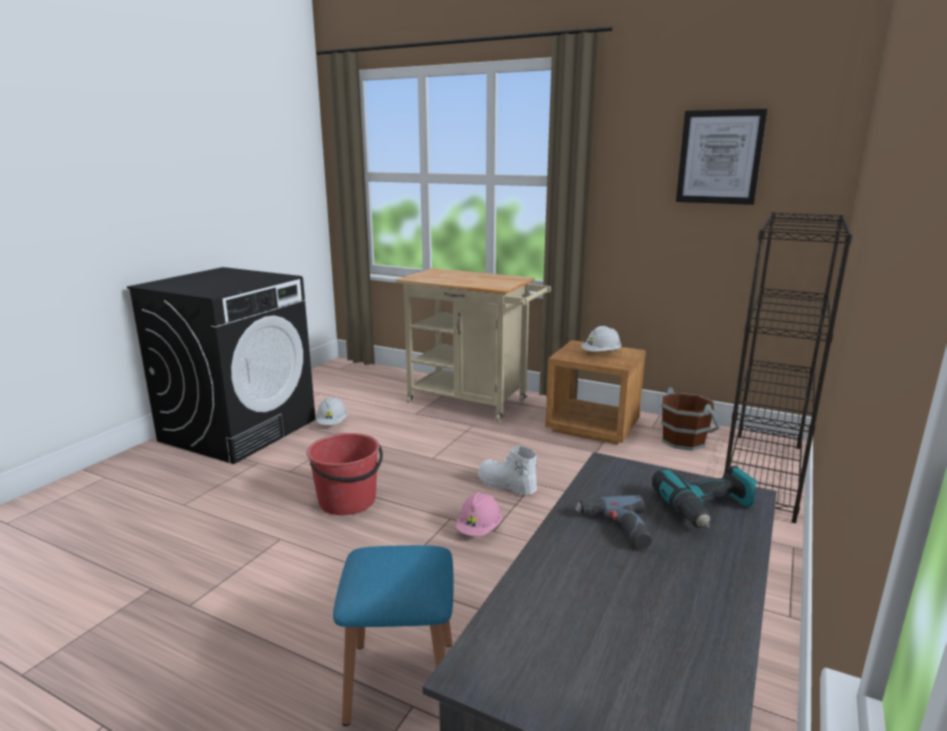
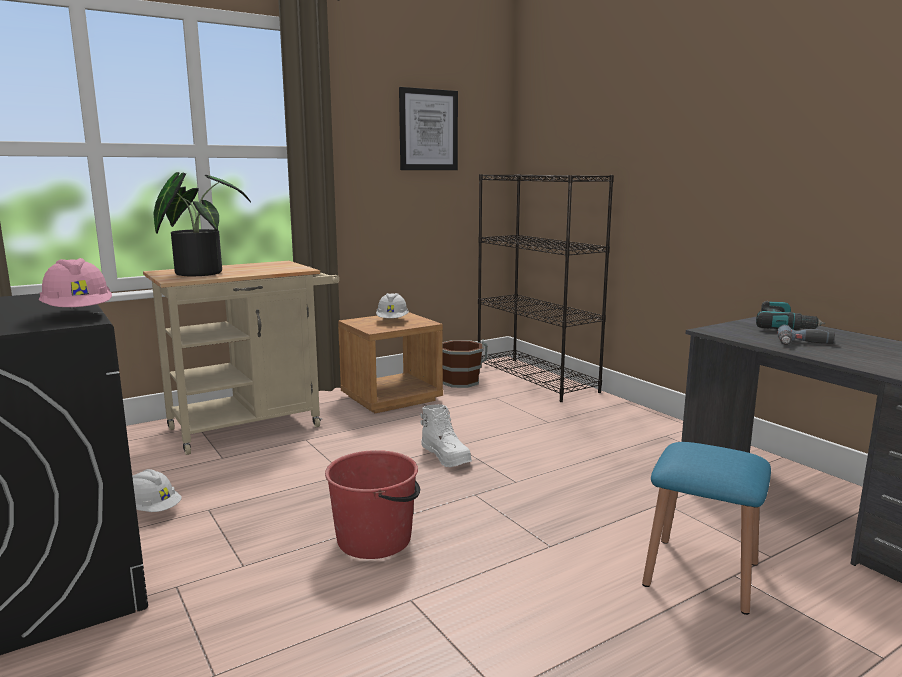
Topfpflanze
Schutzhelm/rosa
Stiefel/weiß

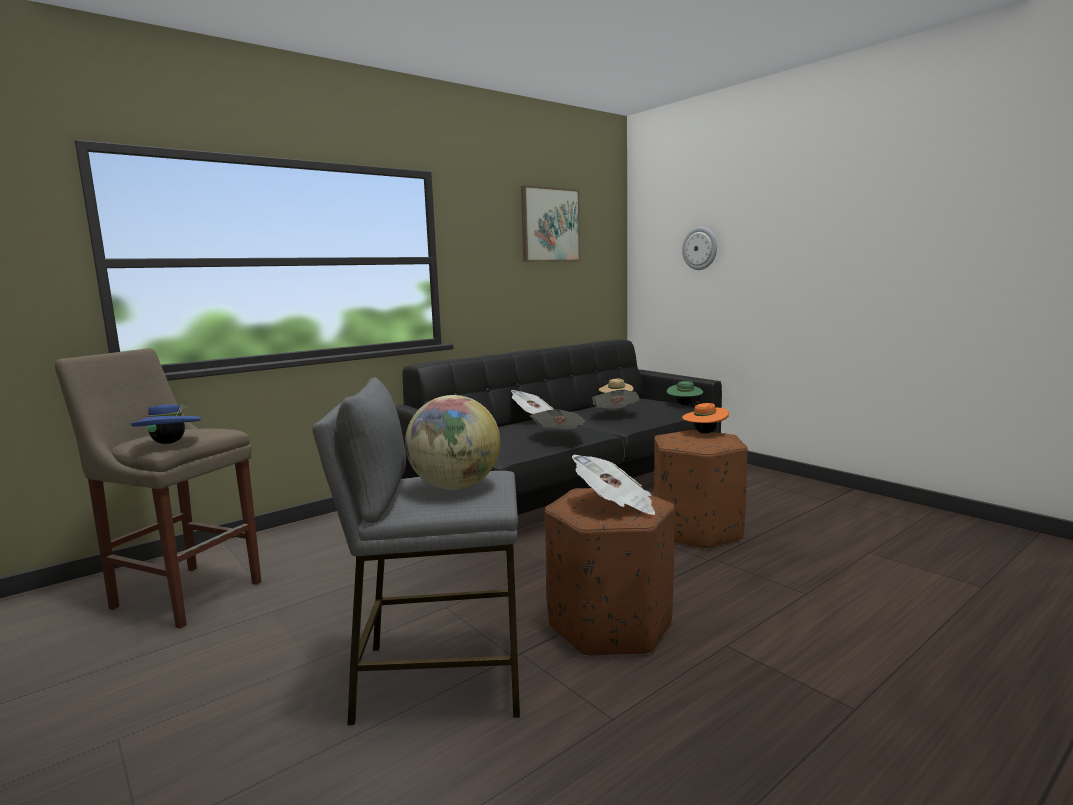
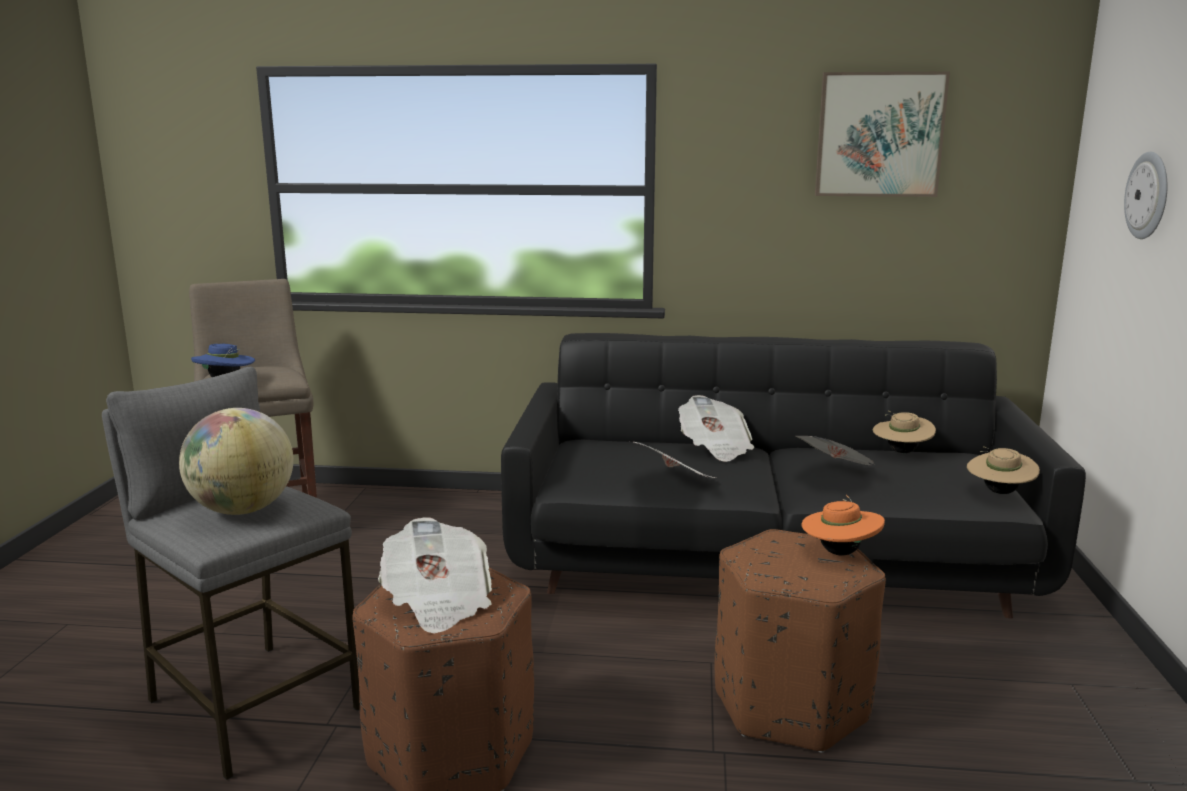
Hut/beige (2nd from left)

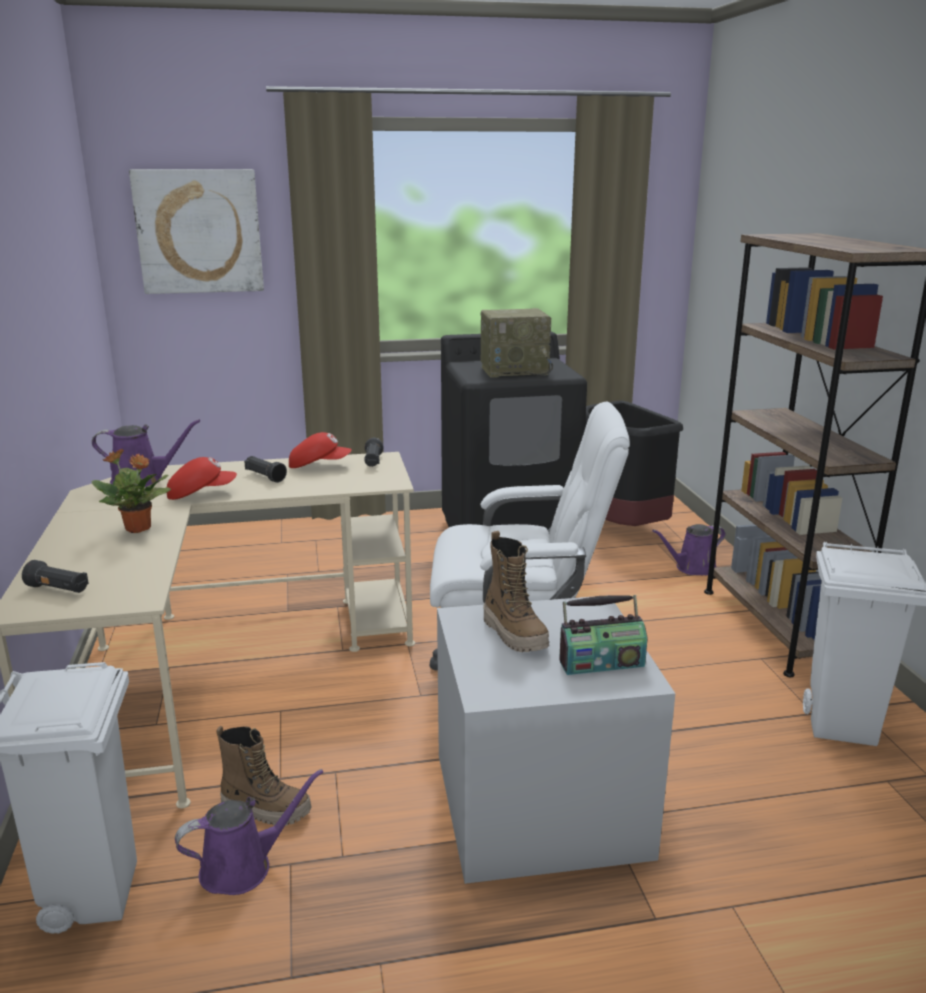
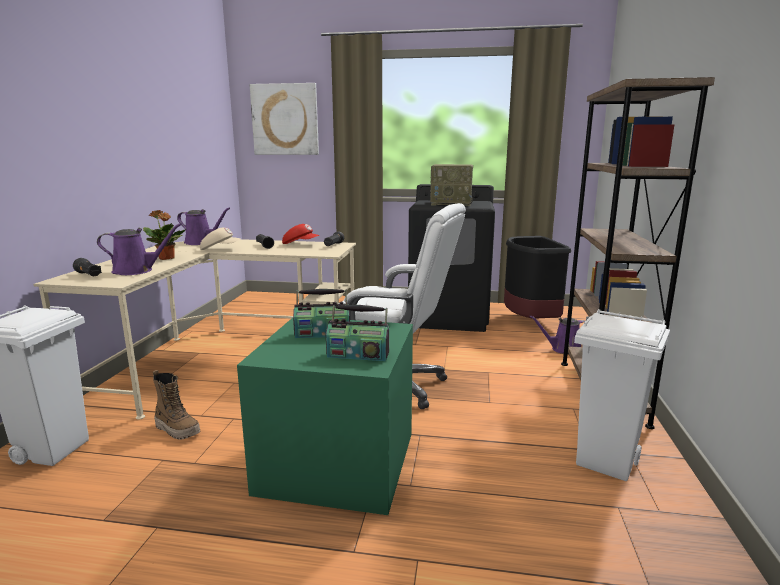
Gießkanne/lila (1st from left)
Radio (1st from left)
Kappe/beige
Aufbewahrungsbox/grün

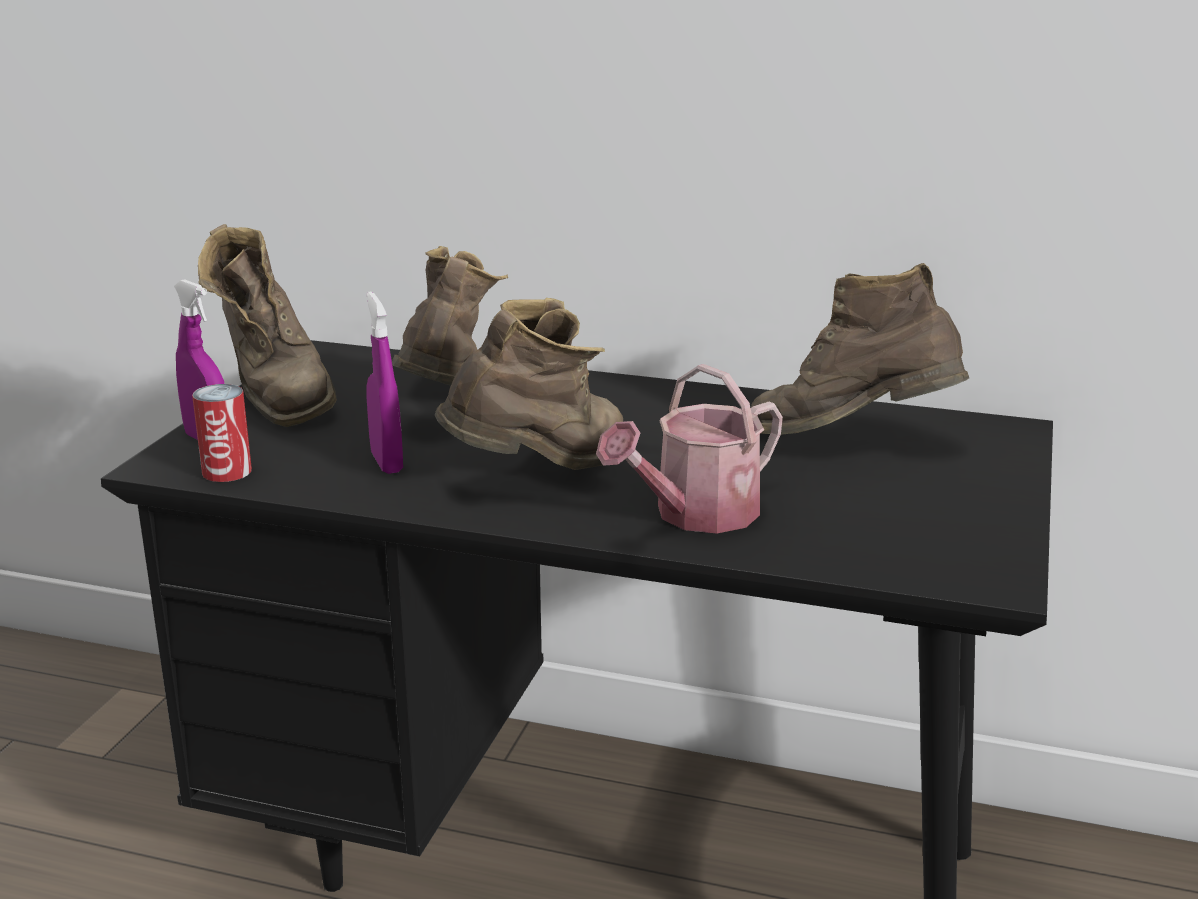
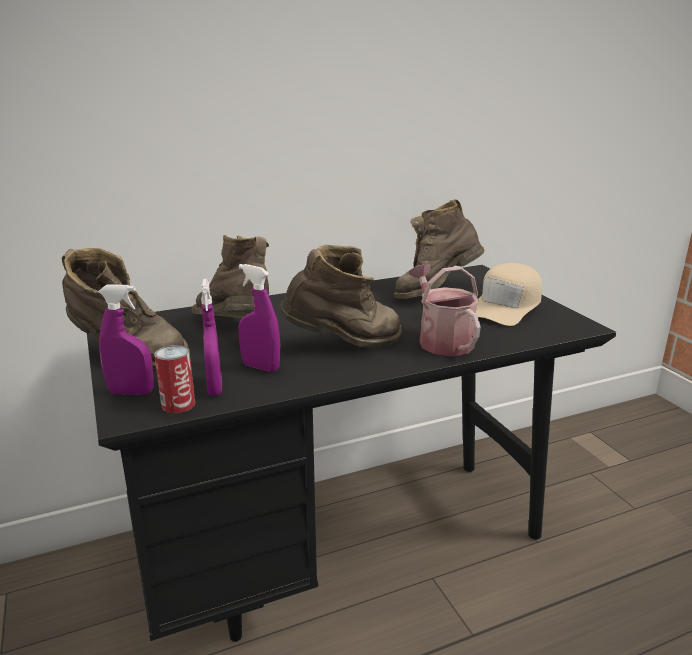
Sprühflasche/lila (2nd from left)
Kappe/beige
Stiefel/braun (3rd from left)
Gießkanne

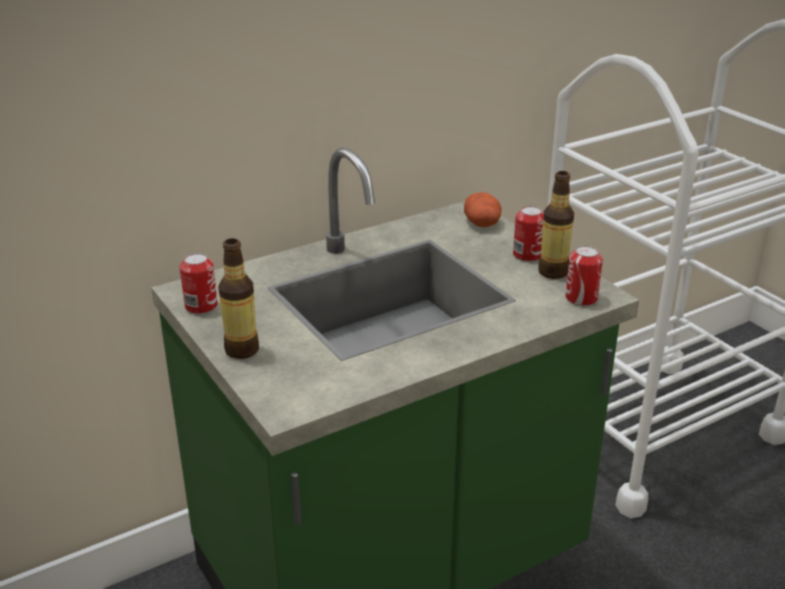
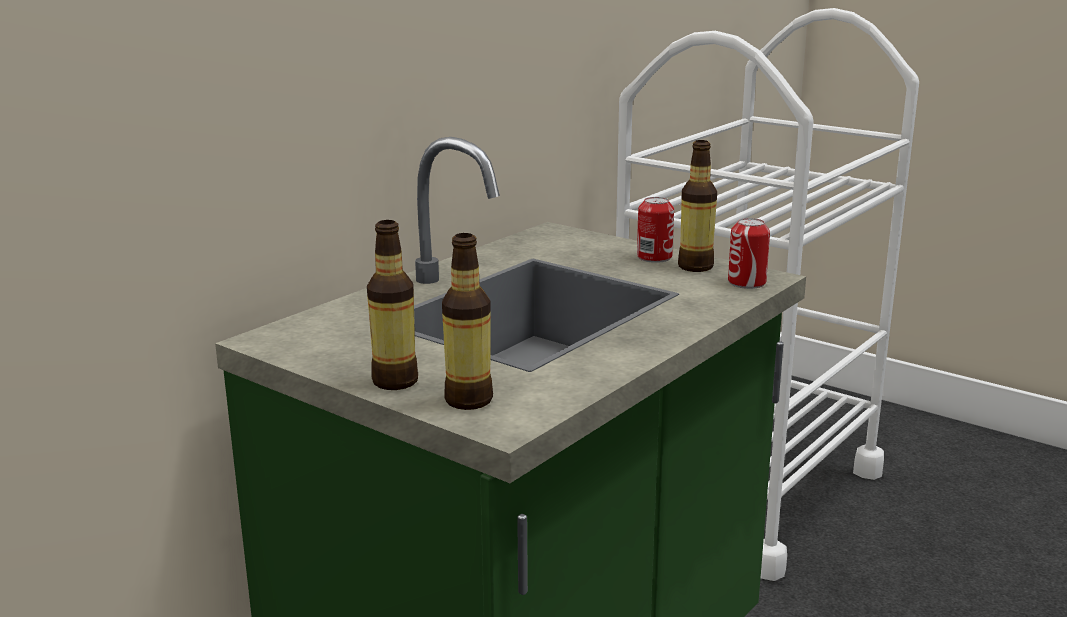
Dose (1st from left in the first image)
Kartoffel
Flasche (2nd from left)

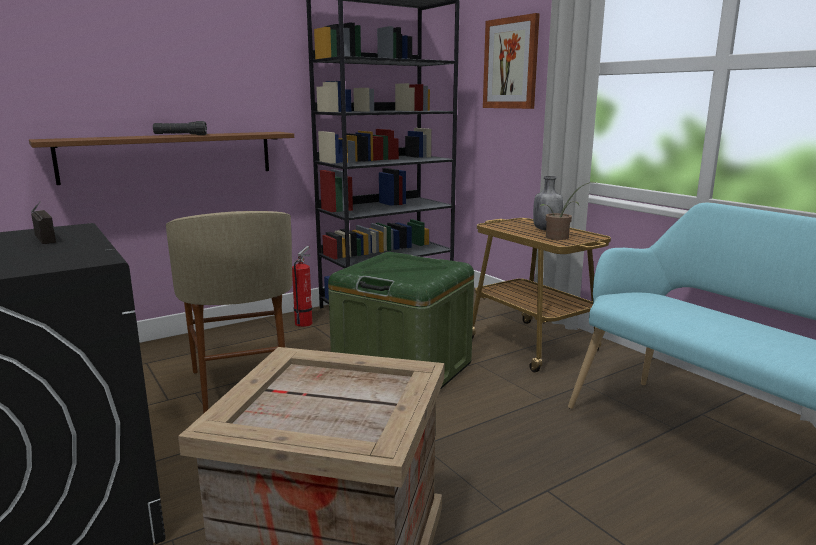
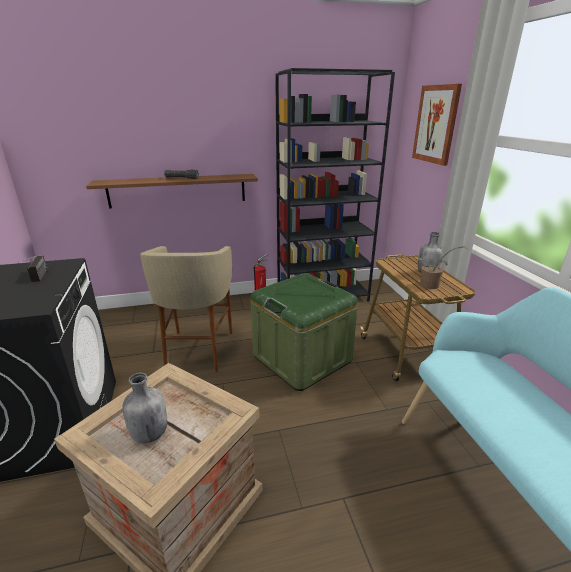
Flasche/grau (1st from left)

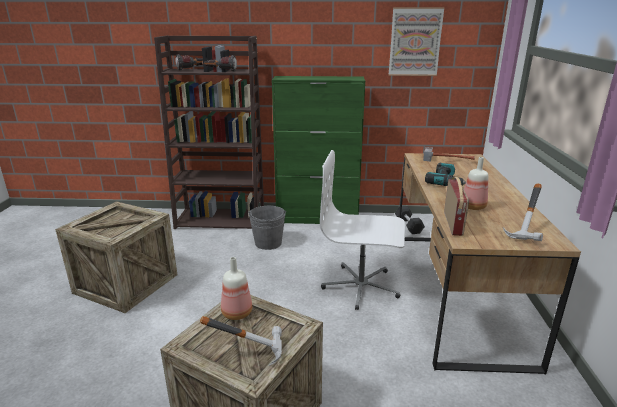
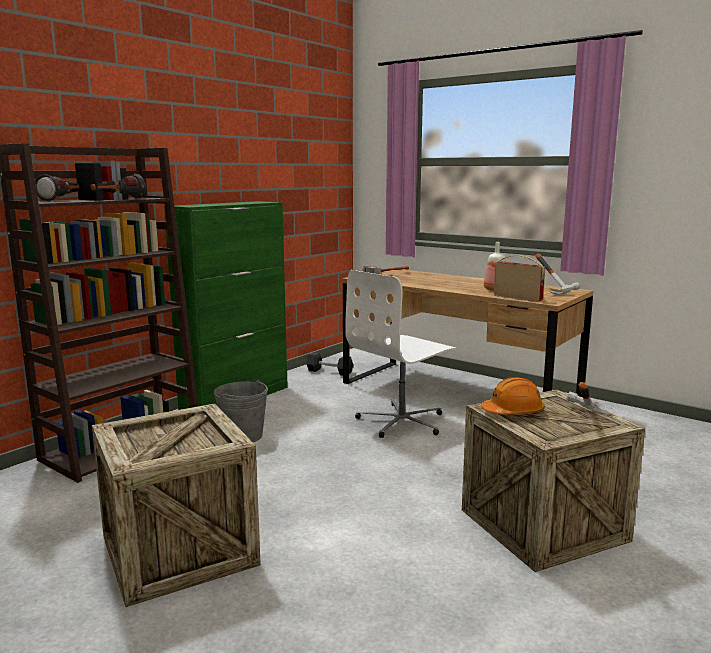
Bild
Bohrmaschine
Schutzhelm/orange

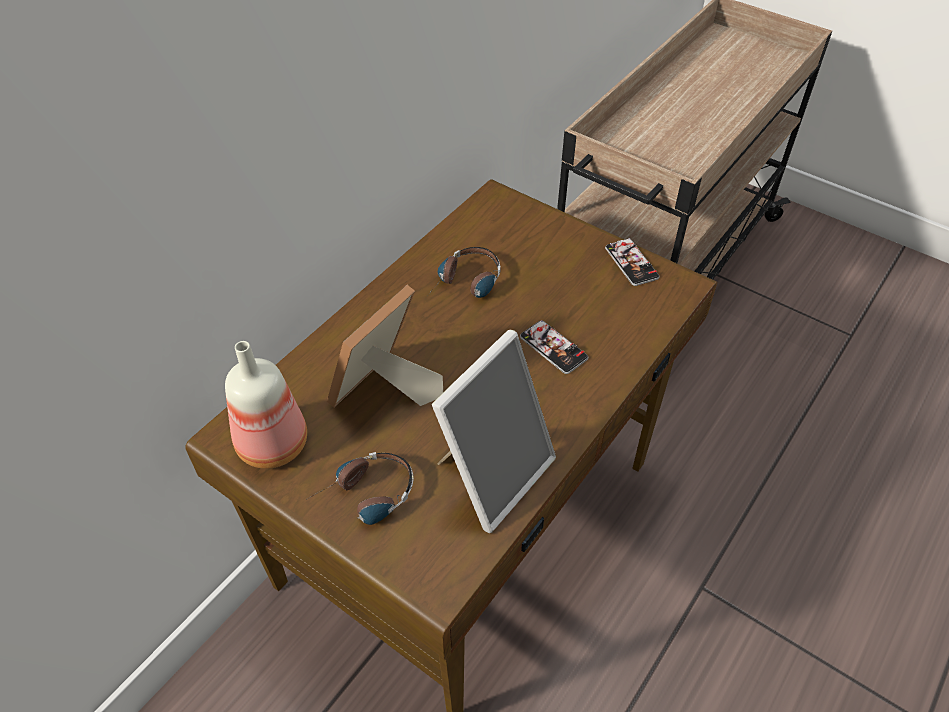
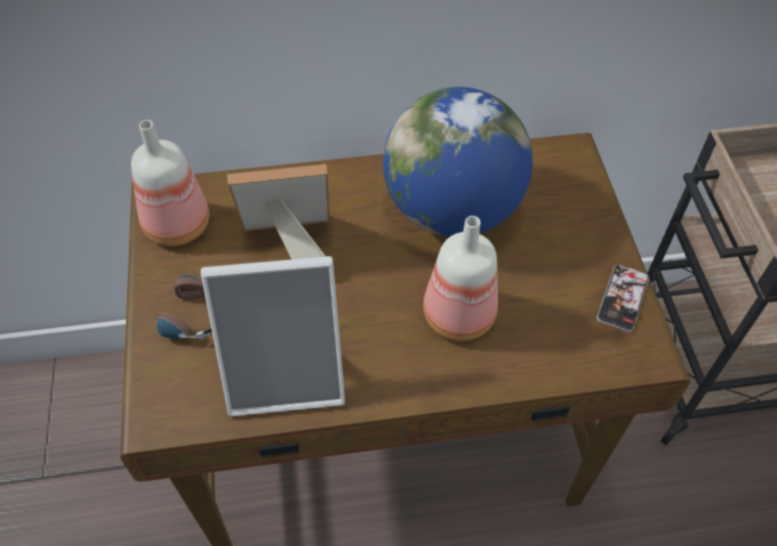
Globus
Flasche (2nd from left)

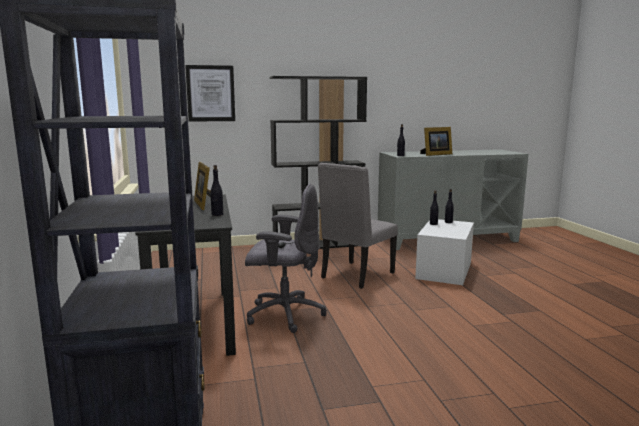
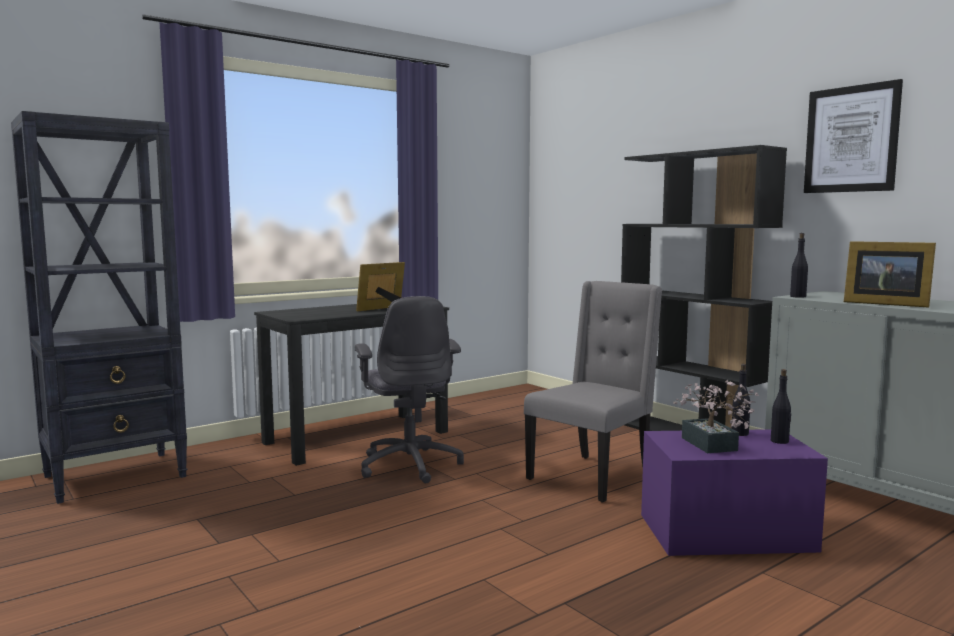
Flasche/schwarz (1st from left in the first image)
Topfpflanze
Bild
Aufbewahrungsbox/lila
Stuhl/grau

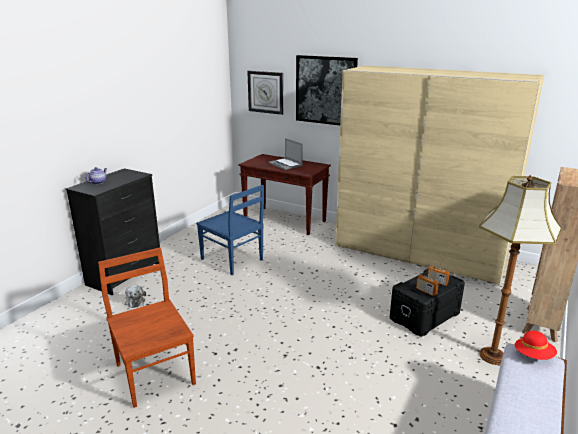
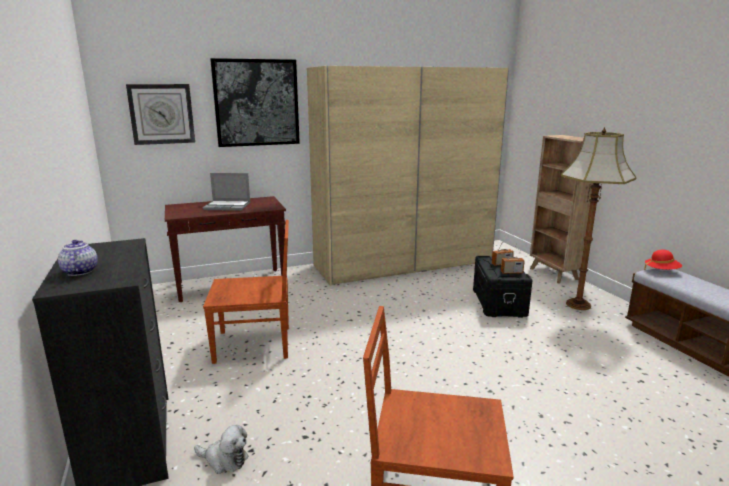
Stuhl/braun (1st from left)

